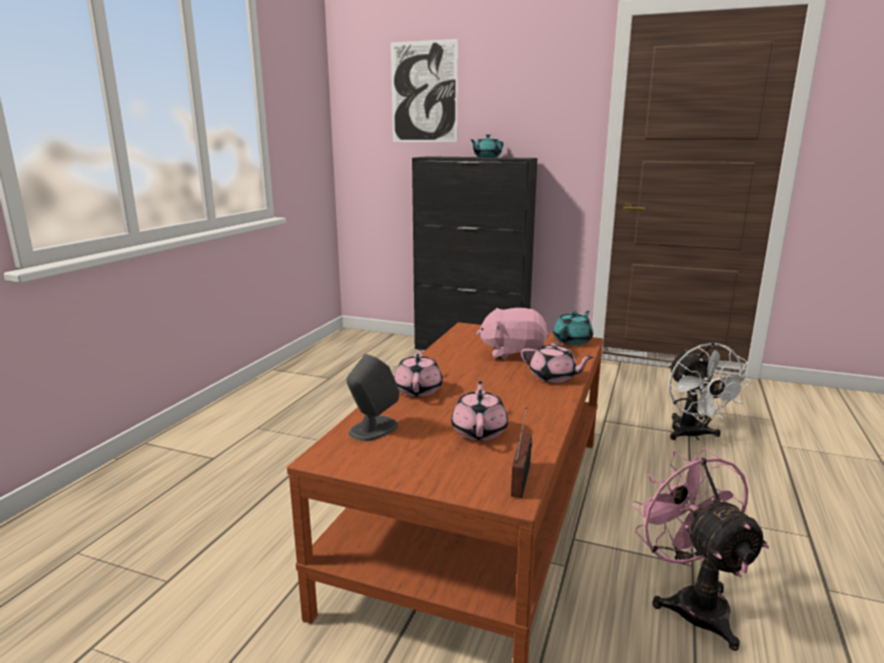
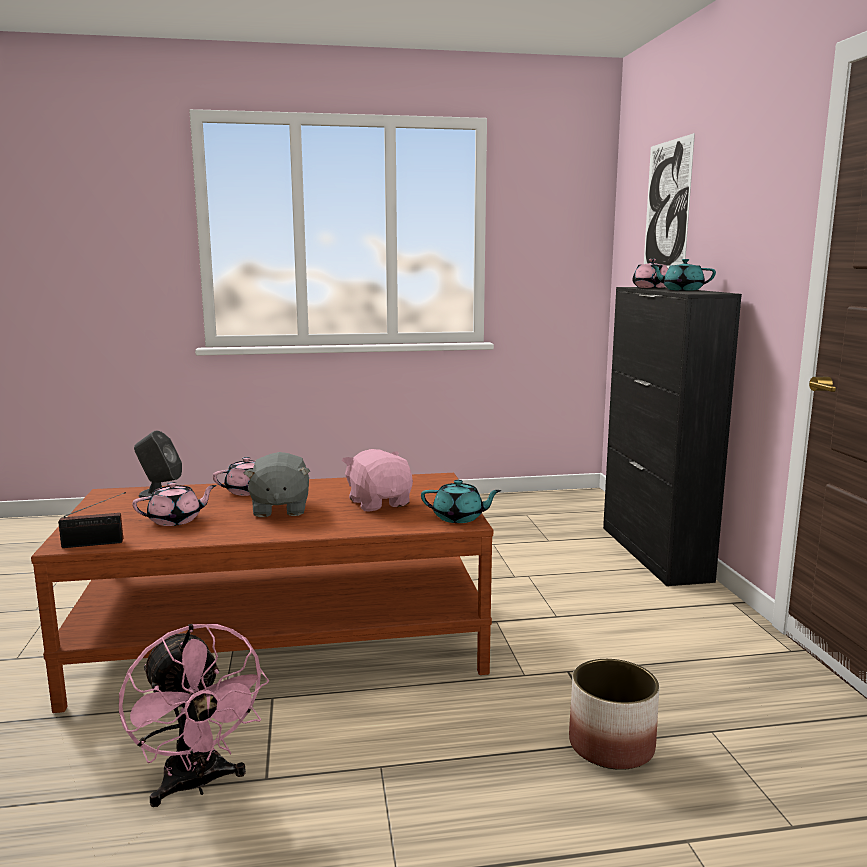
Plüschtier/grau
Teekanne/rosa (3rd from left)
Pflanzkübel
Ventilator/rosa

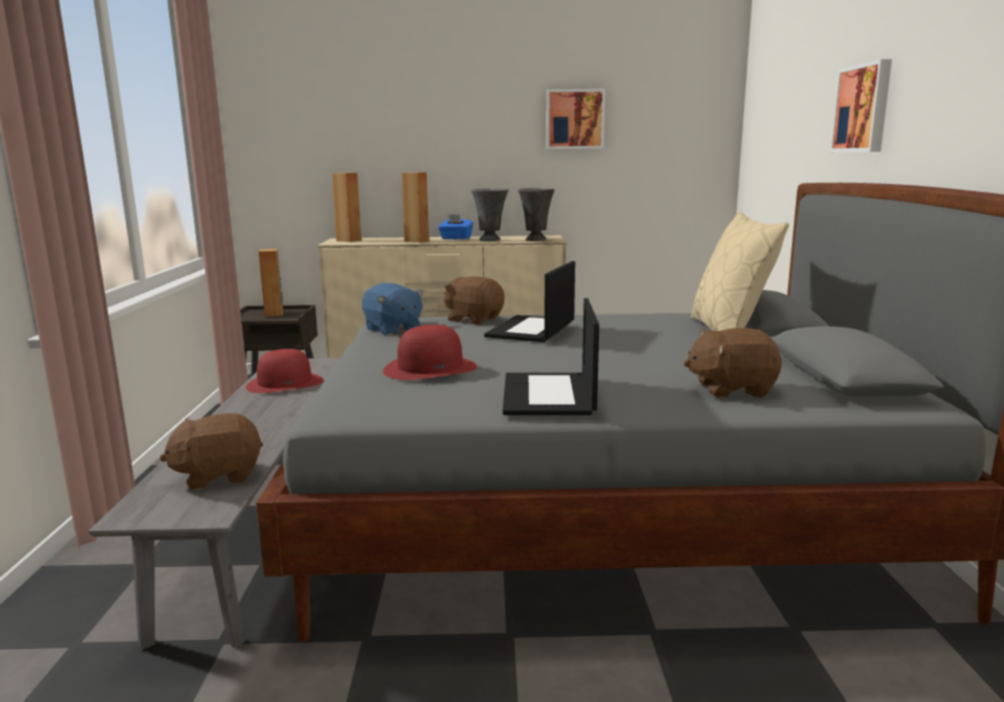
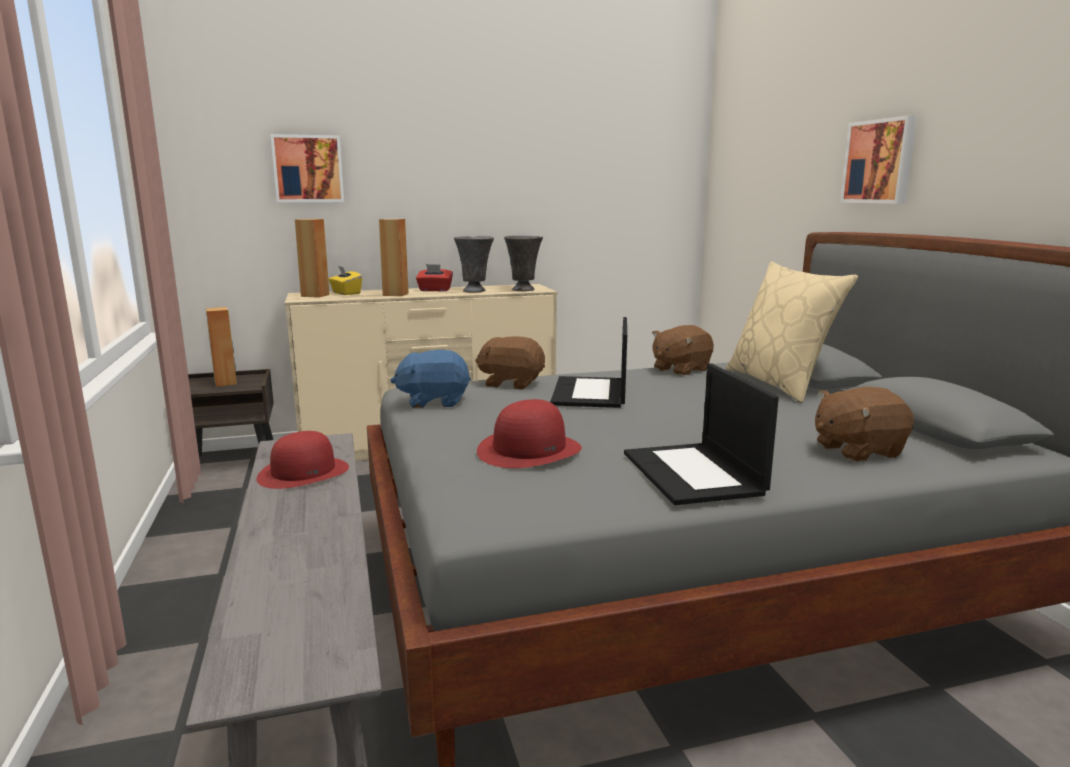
Taschentuchbox/gelb
Plüschtier/braun (2nd from left)
Bild (1st from left)
Taschentuchbox/rot
Plüschtier/blau

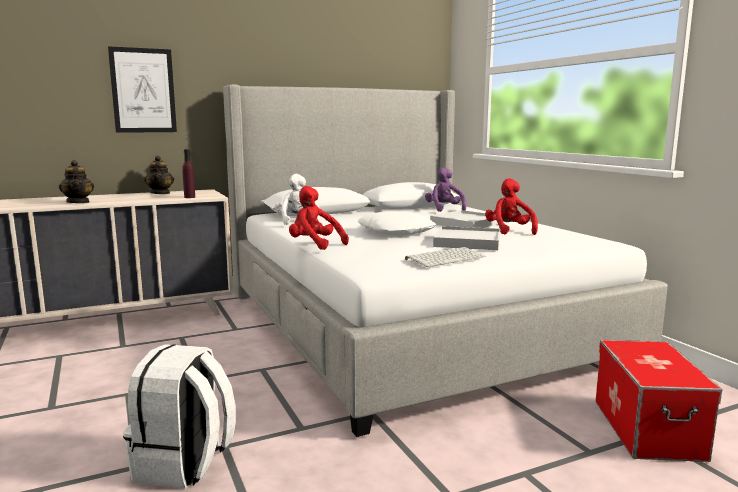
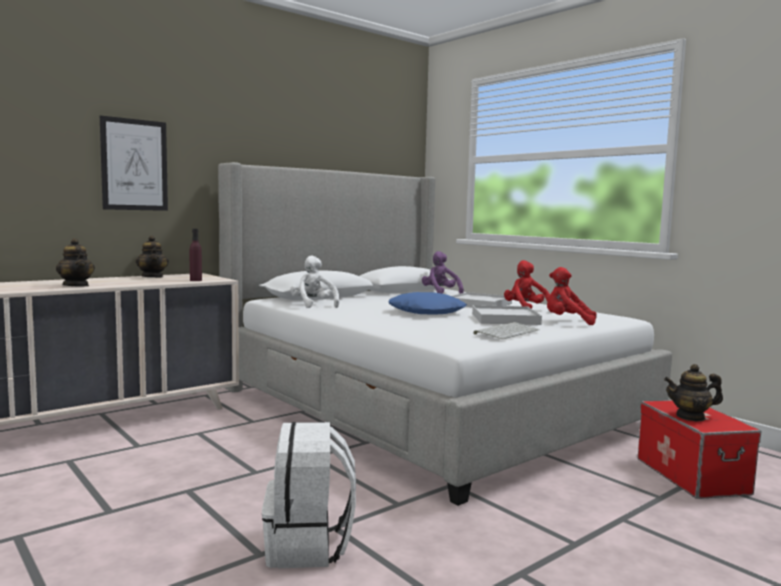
Teekanne (3rd from left)
Plüschtier/rot (2nd from left)
Kissen/blau

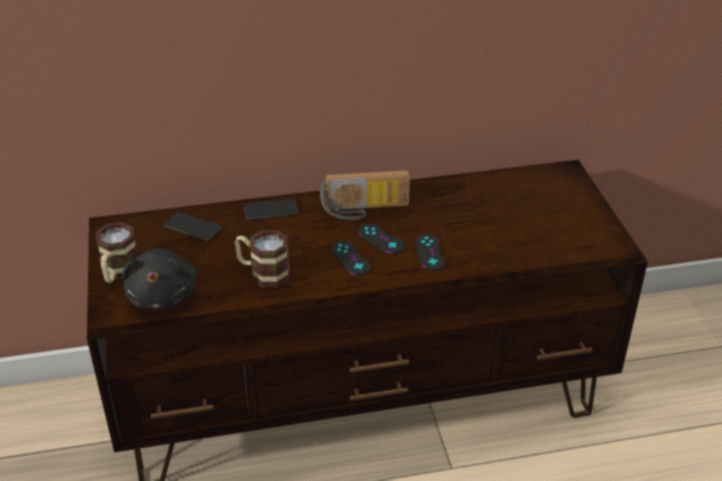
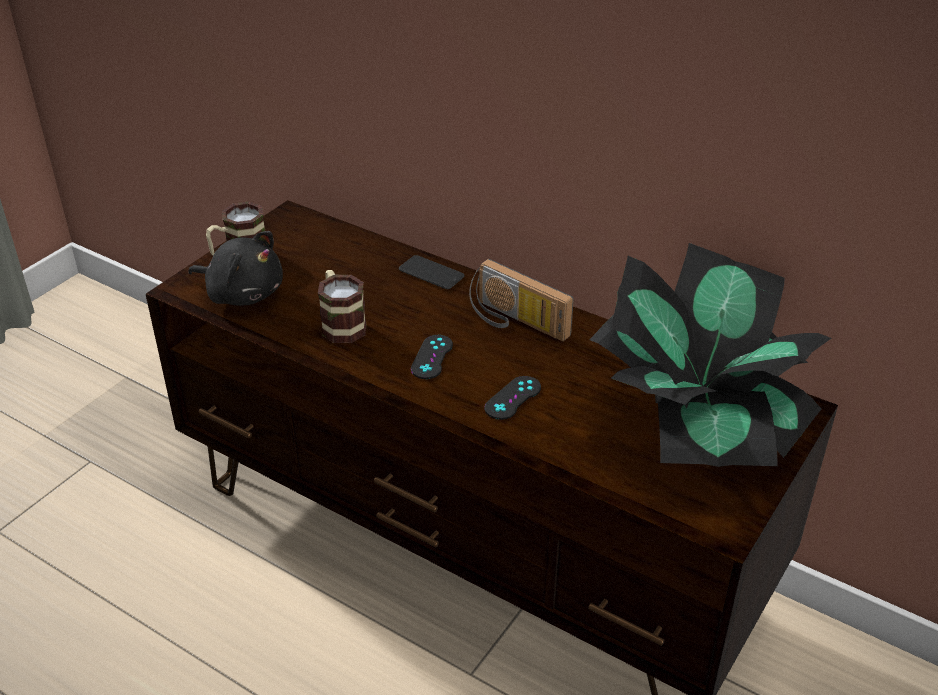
Handy (1st from left in the first image)
Gamepad/schwarz (2nd from left in the first image)
Topfpflanze
Plüschtier/schwarz

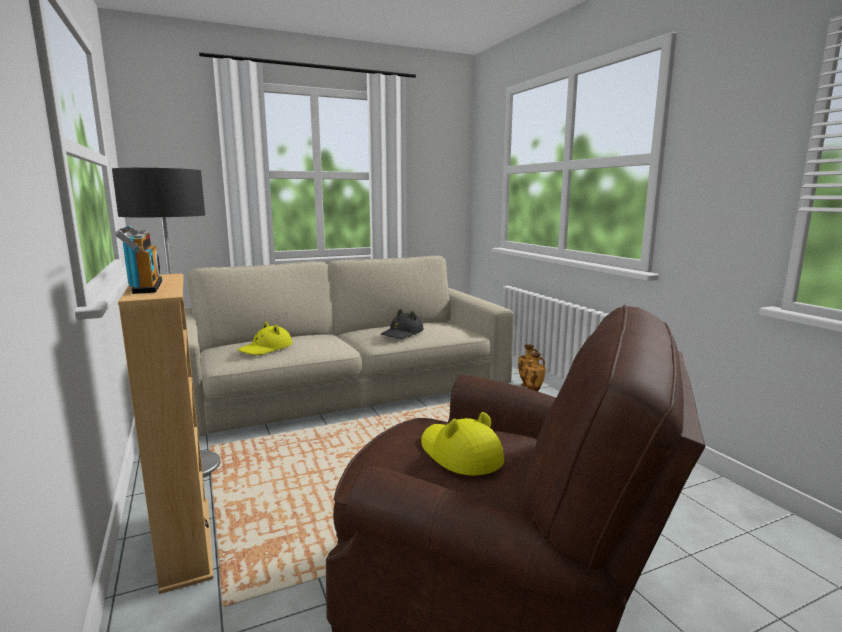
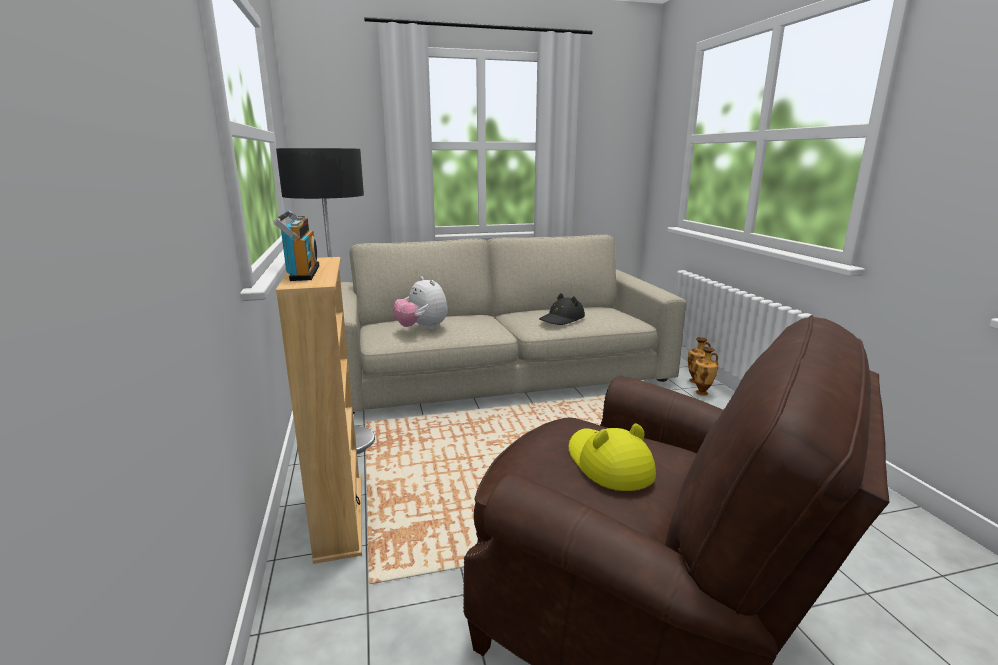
Plüschtier

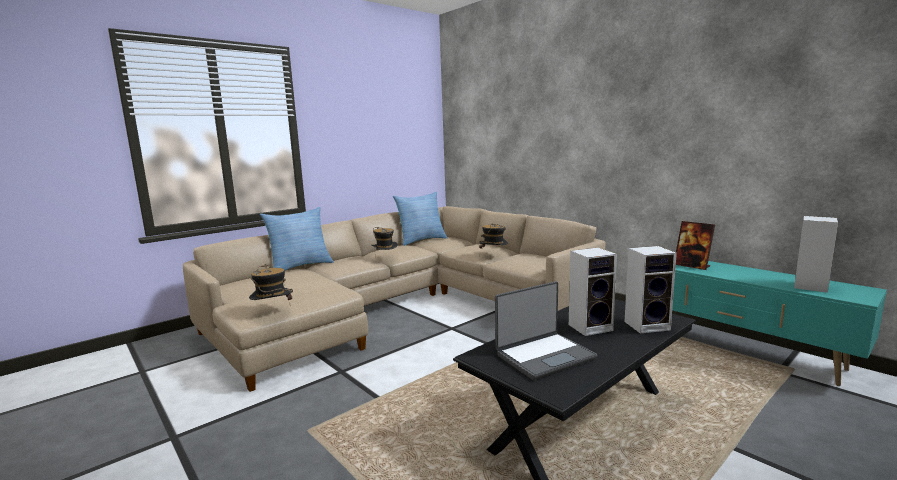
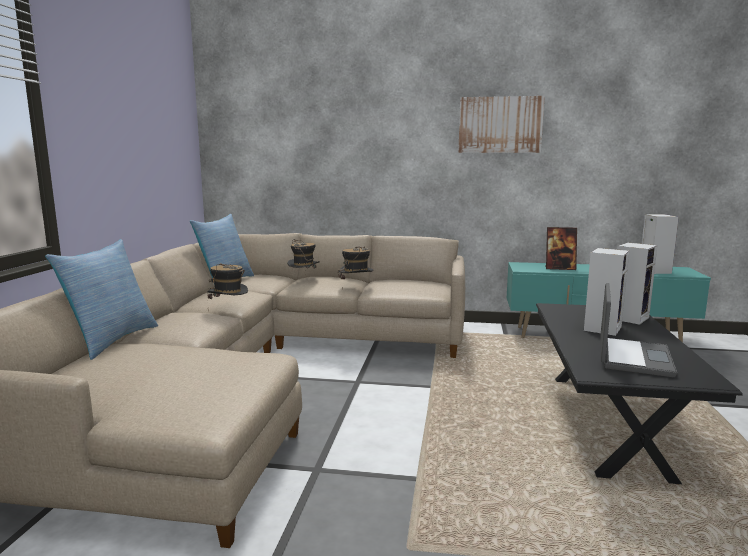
Bild
Hut (2nd from left)

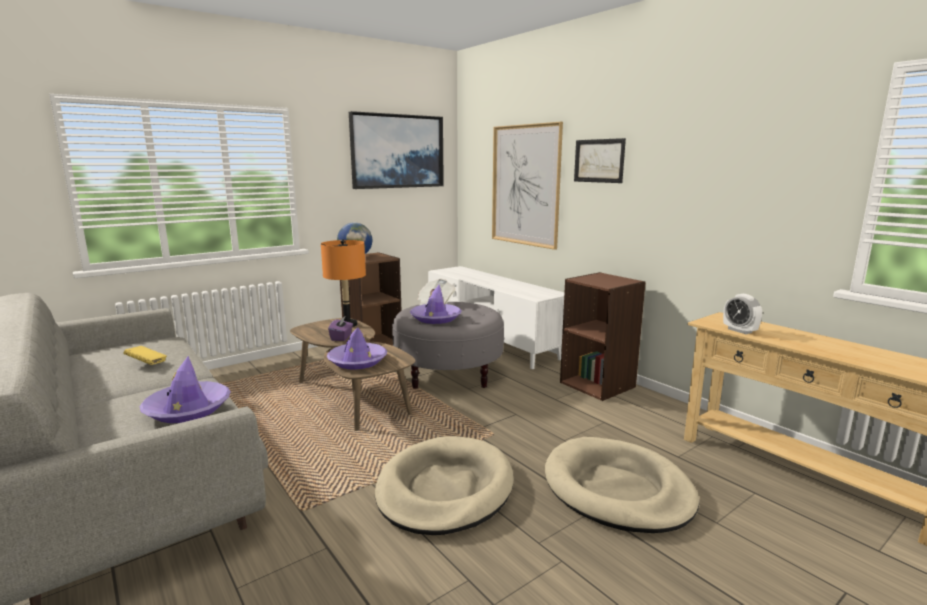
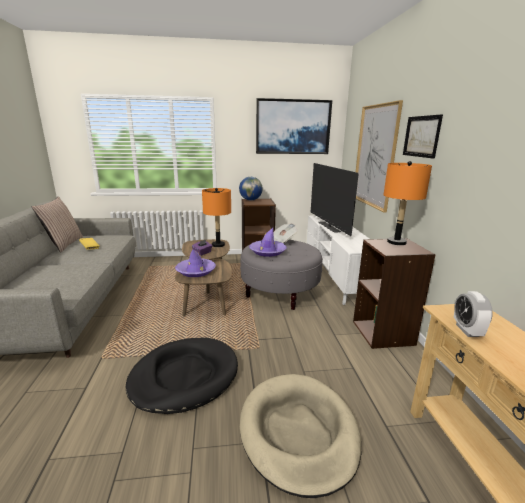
Hut/lila (1st from left in the first image)
Kissen
Fernseher
Tischlampe/orange (2nd from left)
Hundebett/schwarz

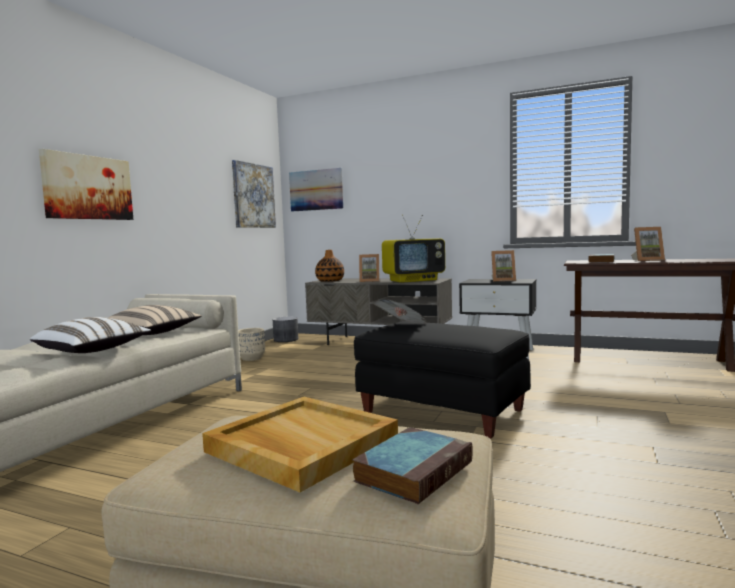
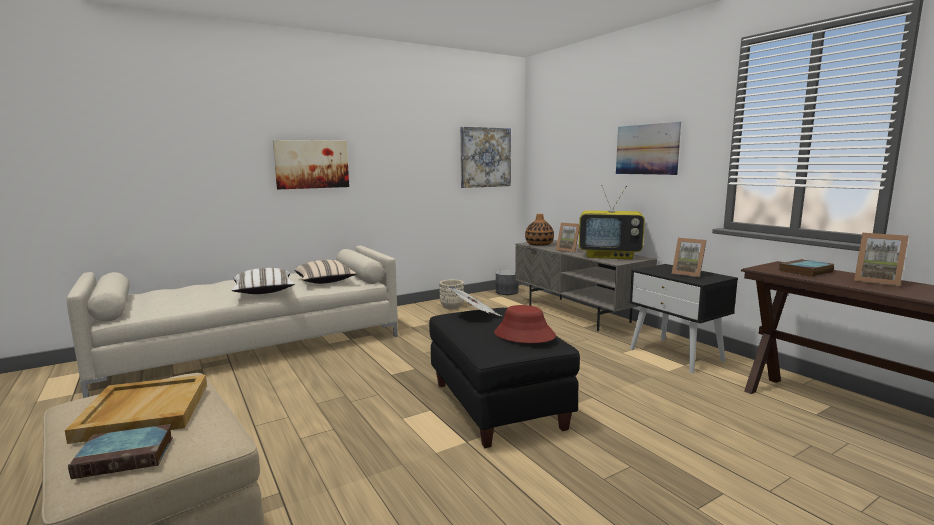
Hut/rot
Bild (3rd from left)

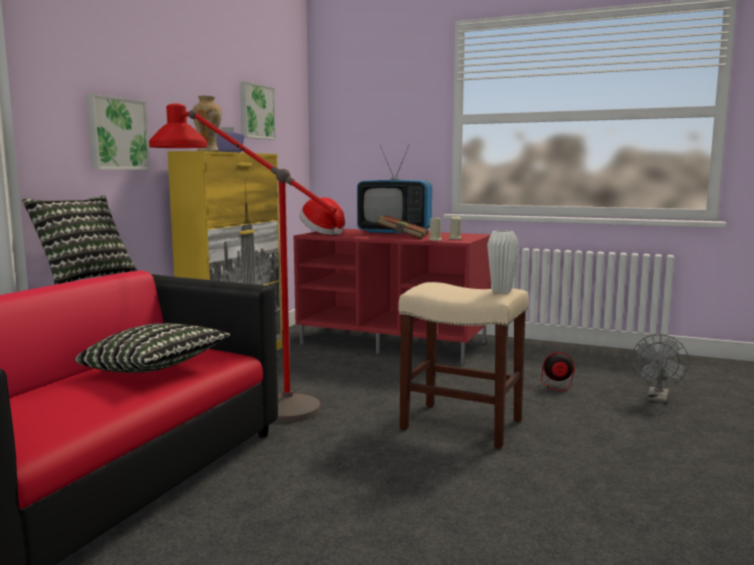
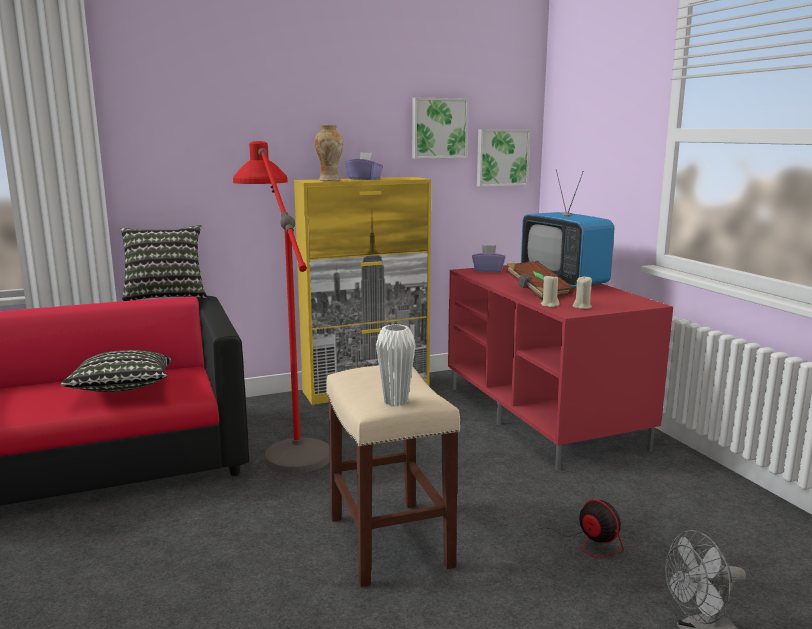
Bild (2nd from left)
Taschentuchbox/lila (2nd from left)

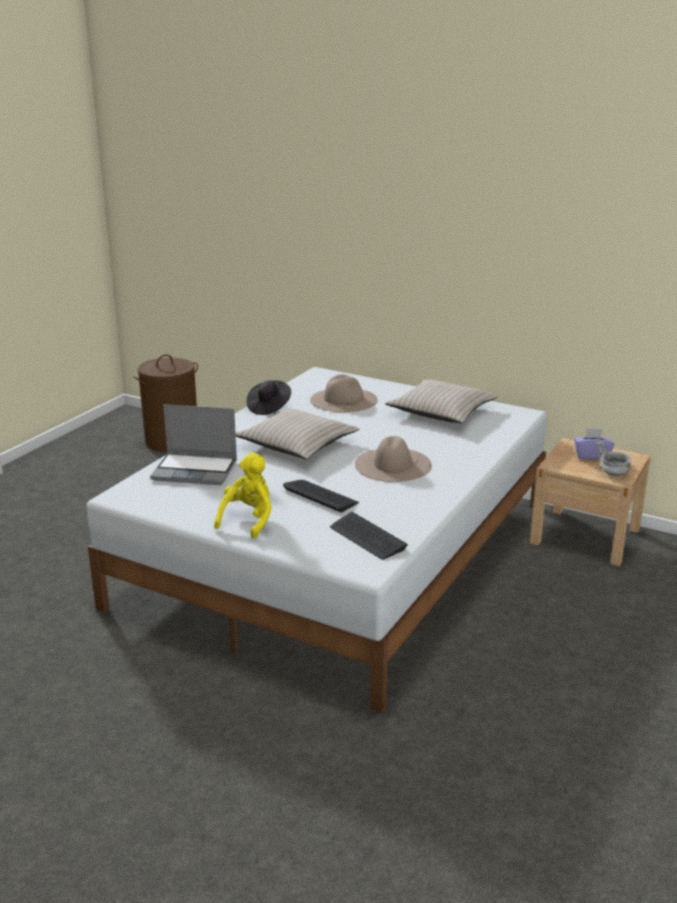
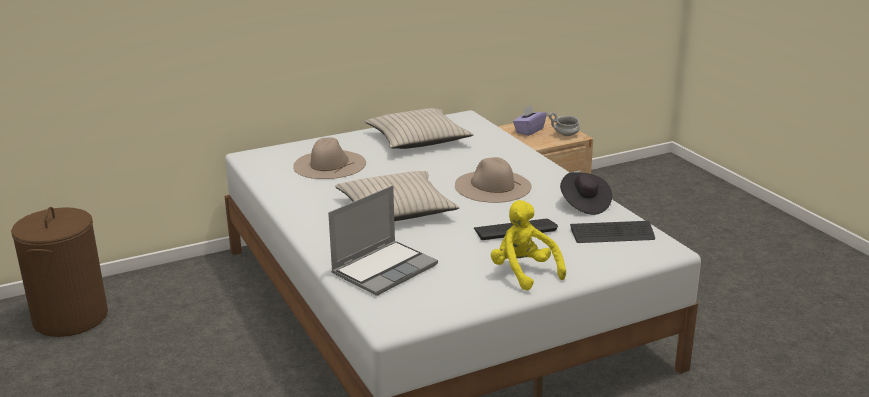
Hut/schwarz

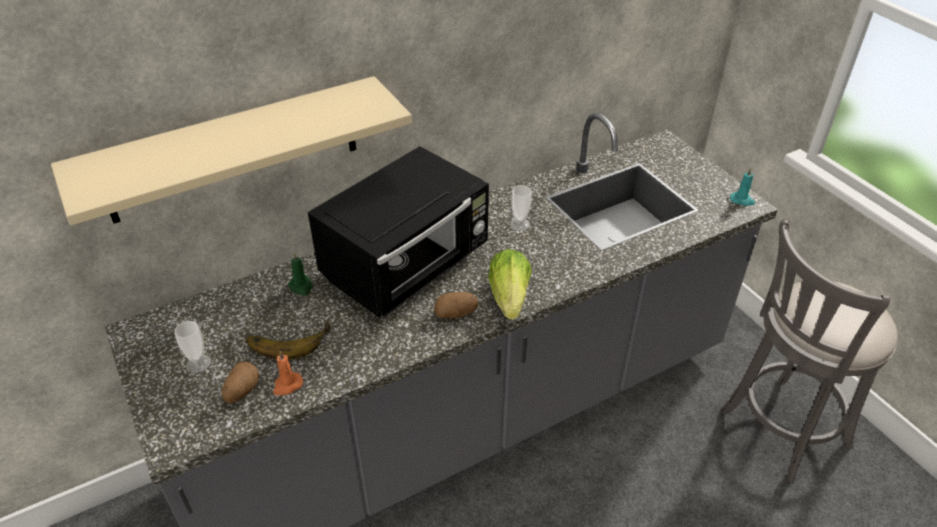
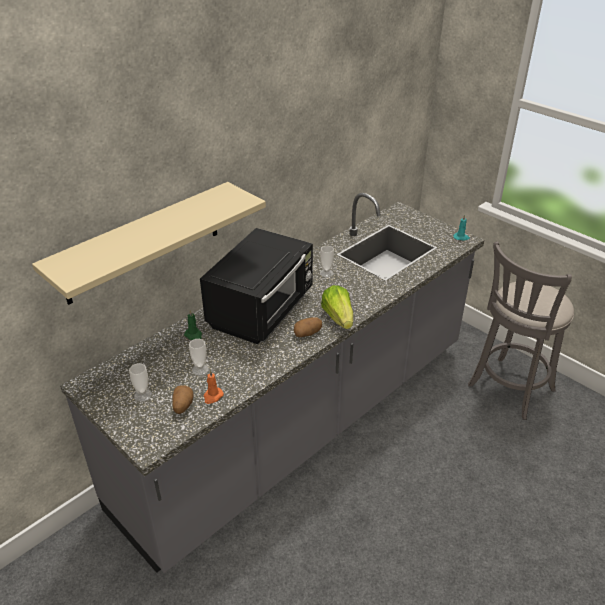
Tasse (2nd from left)

